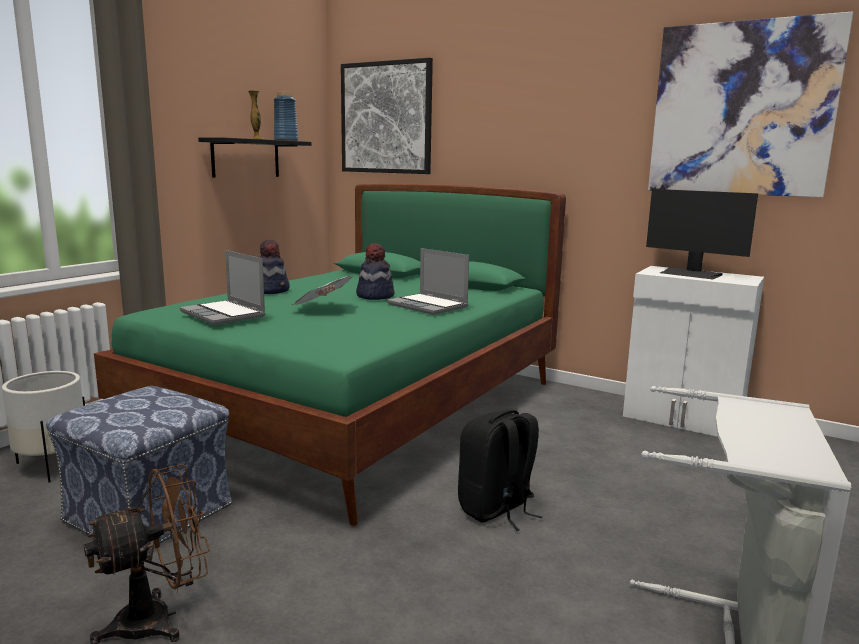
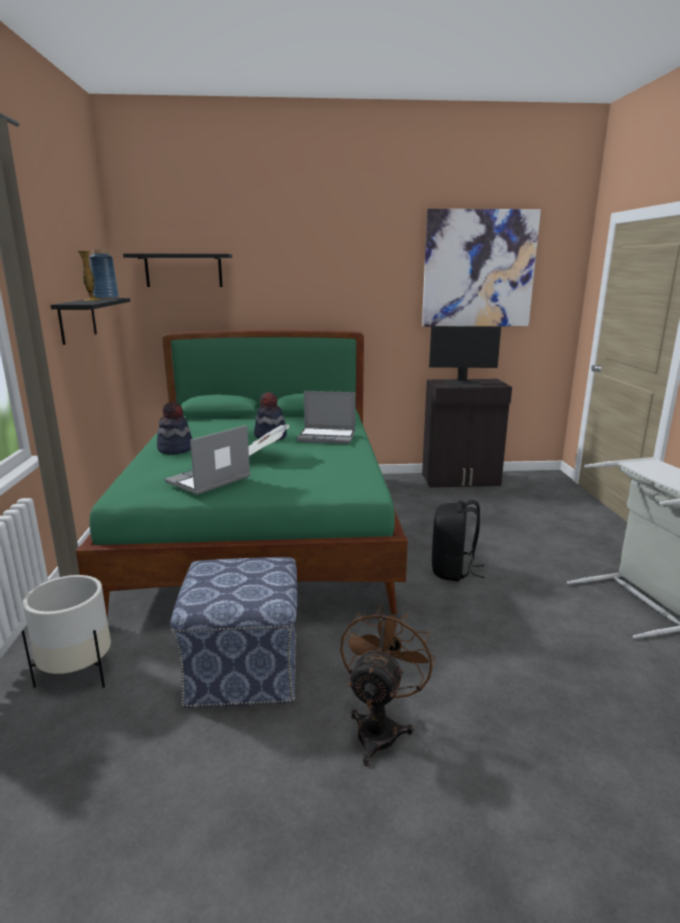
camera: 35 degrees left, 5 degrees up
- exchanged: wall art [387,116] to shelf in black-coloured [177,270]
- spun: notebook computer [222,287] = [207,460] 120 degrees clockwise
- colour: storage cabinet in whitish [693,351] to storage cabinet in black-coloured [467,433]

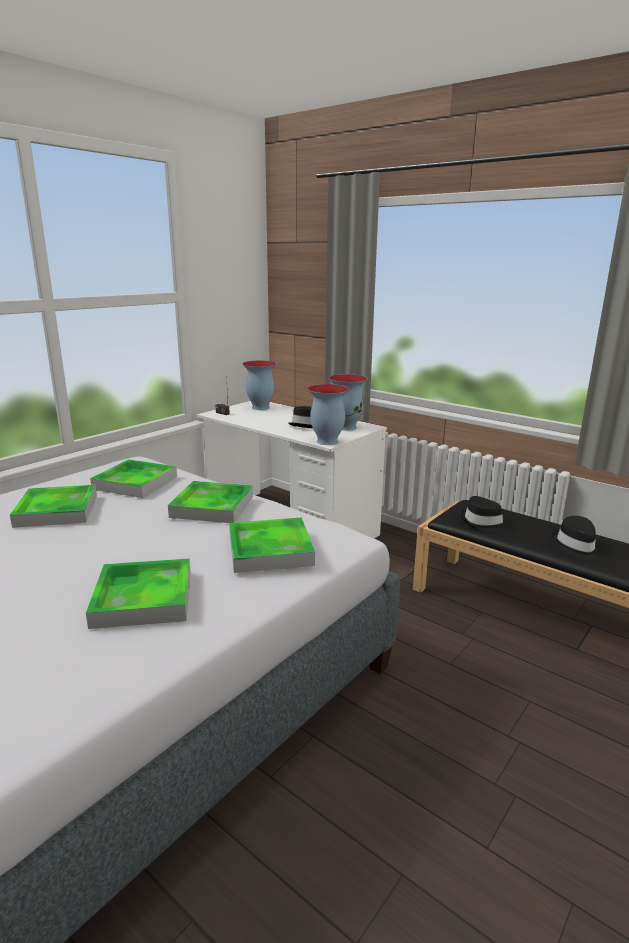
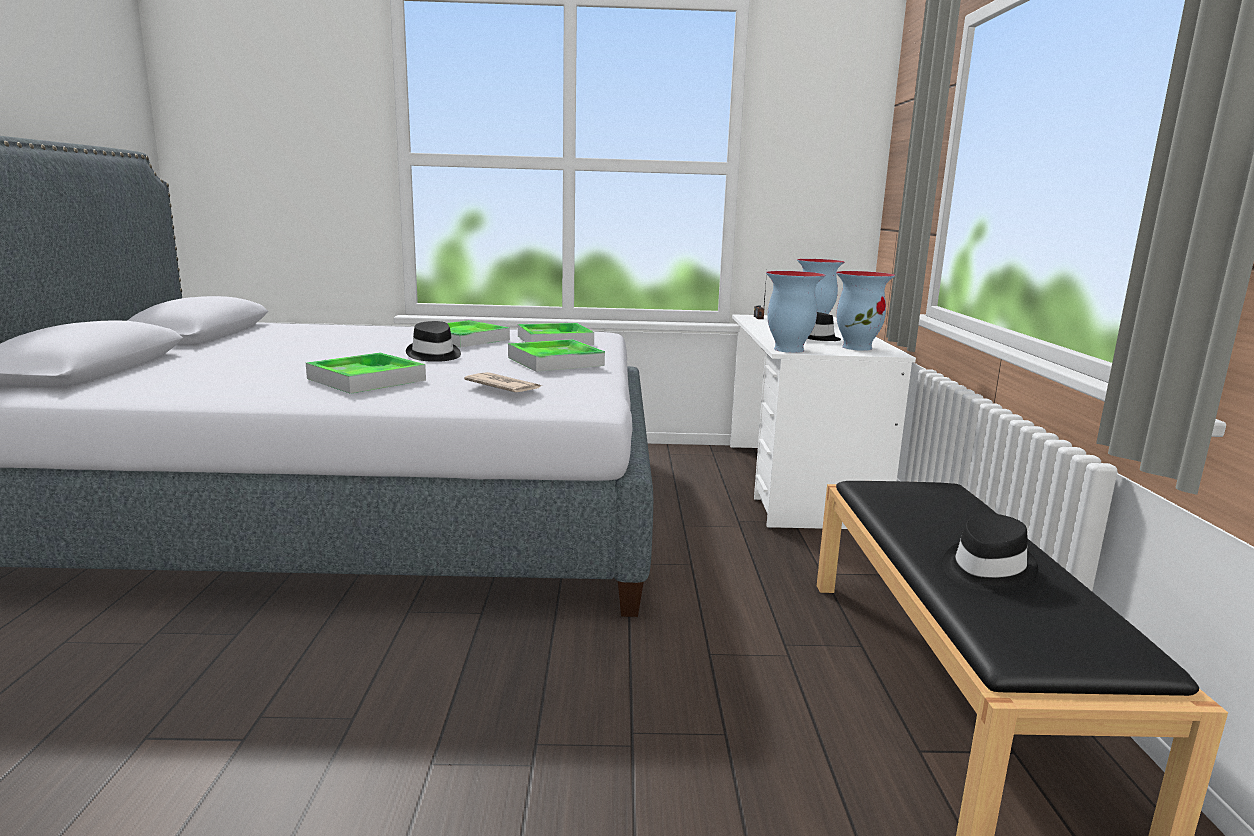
camera: 50 degrees right, 5 degrees down
- relocated: hat in black-coloured [485,514] to [433,341]
- exchanged: serving tray [272,545] to printed paper [502,382]

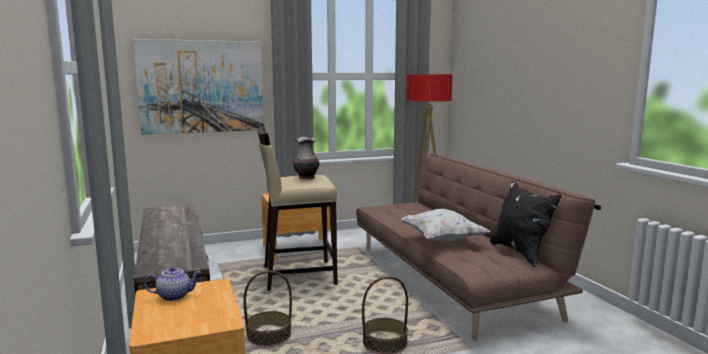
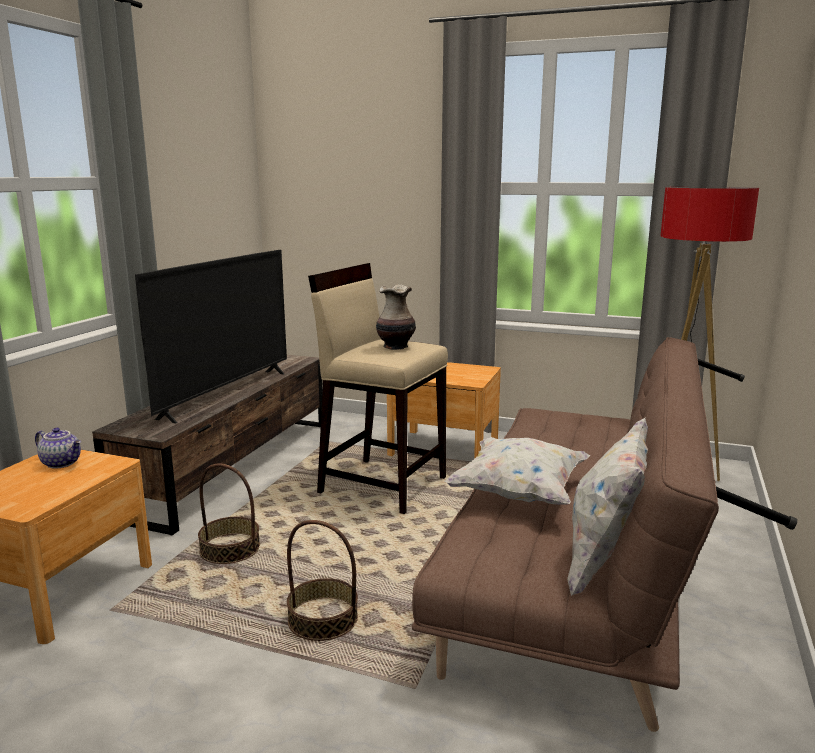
camera: 40 degrees right, 5 degrees up
- appeared: TV set [211,336]
- colour: cushion in black-coloured [526,223] to cushion in whitish [607,507]
- missing: wall art [198,87]

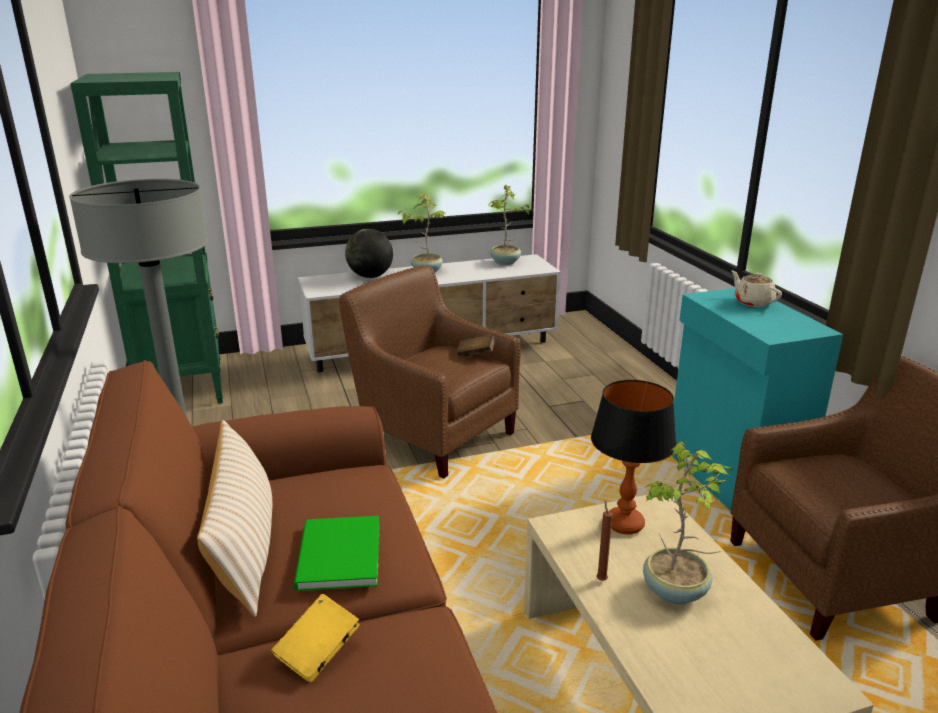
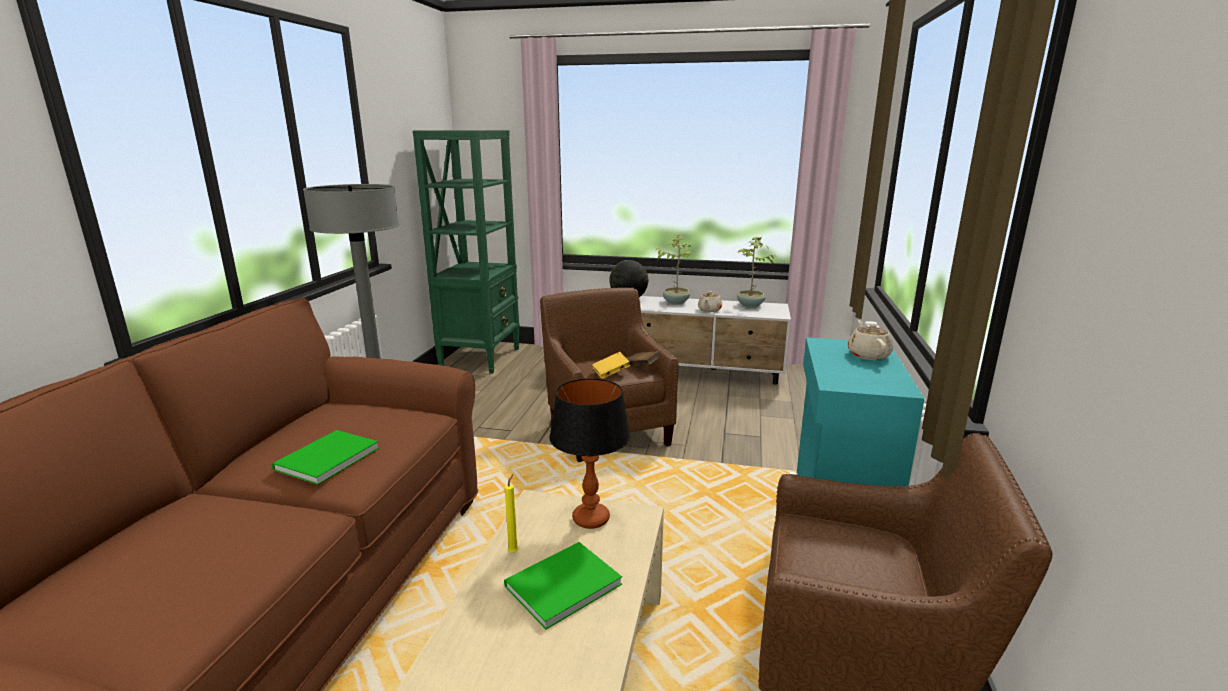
camera: 30 degrees right, 5 degrees down
- exchanged: houseplant [688,522] to book in green-coloured [563,586]
- colour: candle in brownish [604,540] to candle in yellowish [511,513]
- relocated: book in yellowish [315,638] to [611,365]
- appeared: tea pot in beige [710,301]
- missing: cushion in beige [234,518]

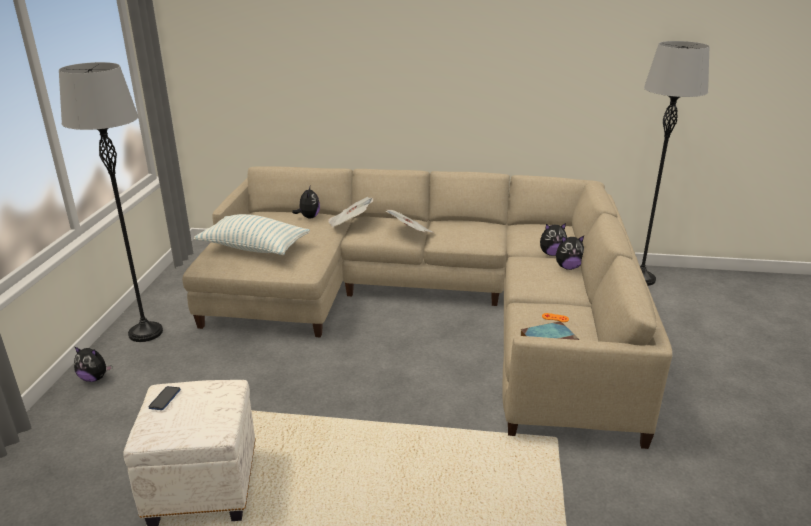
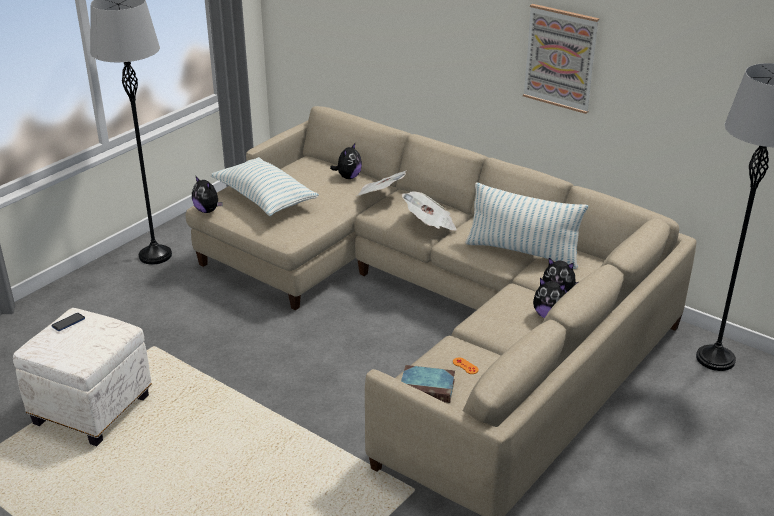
camera: 30 degrees right, 5 degrees up
- relocated: soft toy [93,364] to [207,194]
- appeared: cushion [526,225]
- appeared: wall art [561,59]

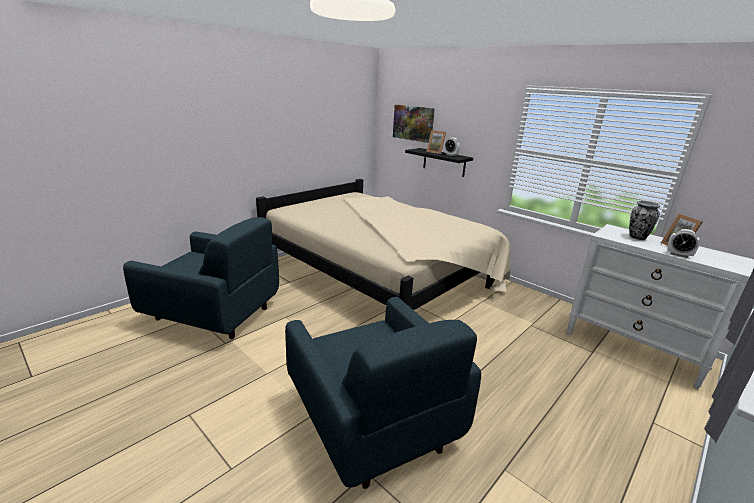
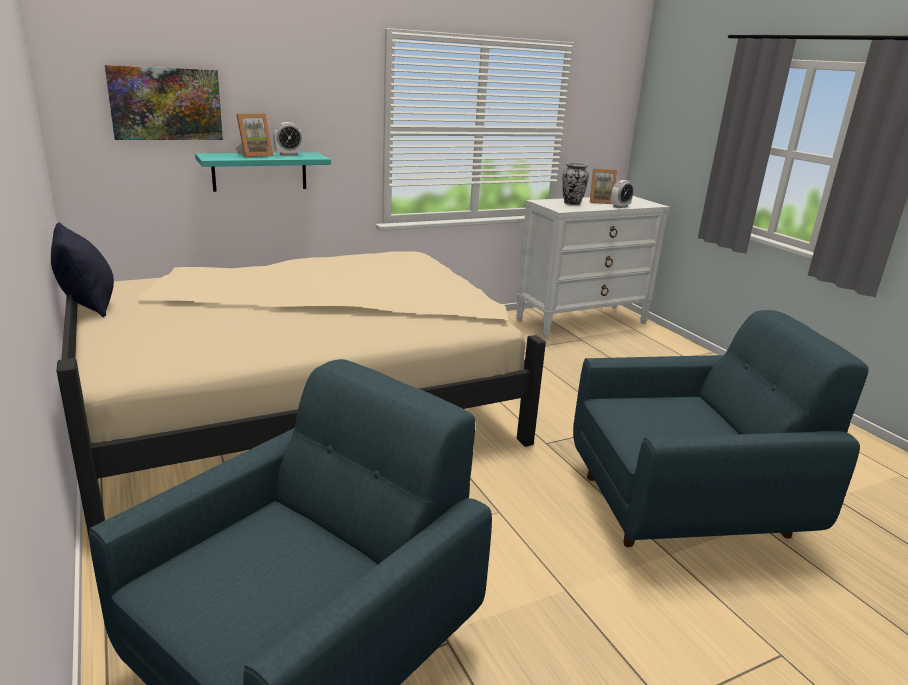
camera: 70 degrees left, 0 degrees up
- appeared: cushion in black-coloured [82,269]
- colour: shelf in black-coloured [439,162] to shelf in turquoise [263,172]

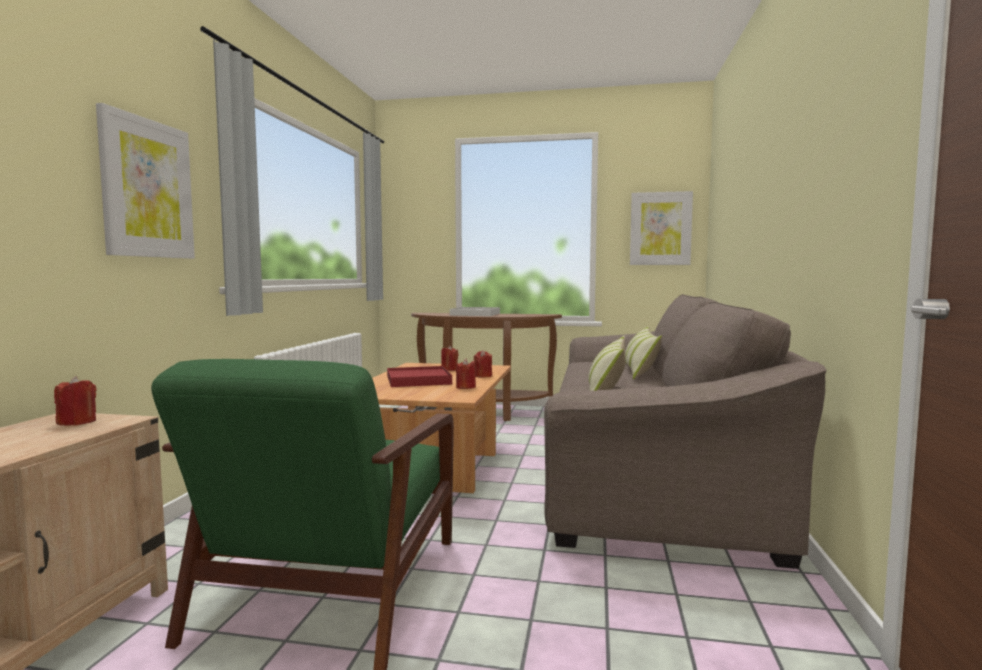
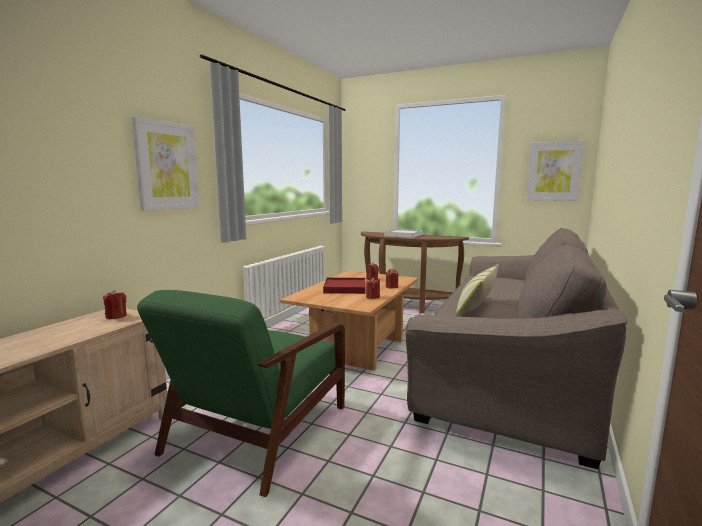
camera: 15 degrees right, 5 degrees up
- missing: cushion [643,353]

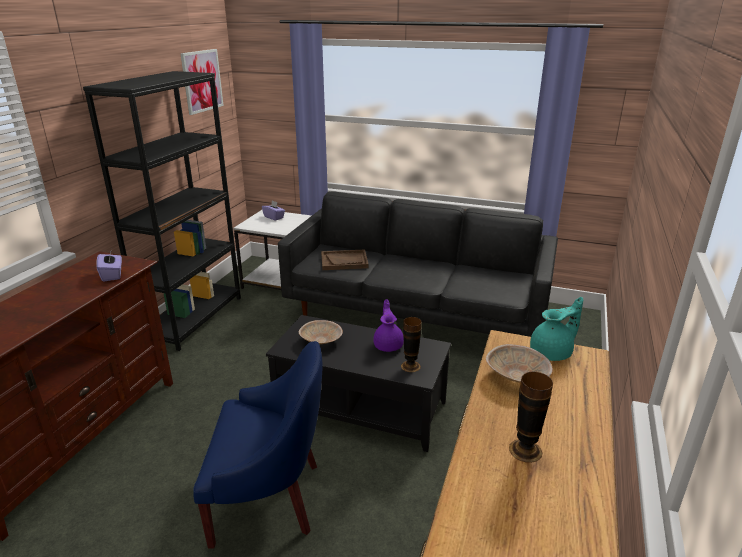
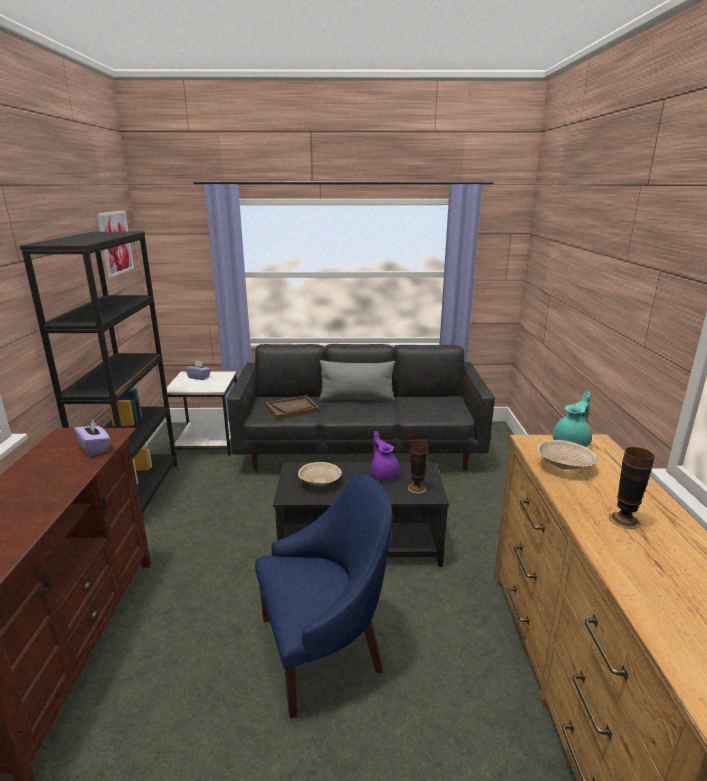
camera: 20 degrees left, 5 degrees down
- appeared: cushion in gray [357,381]

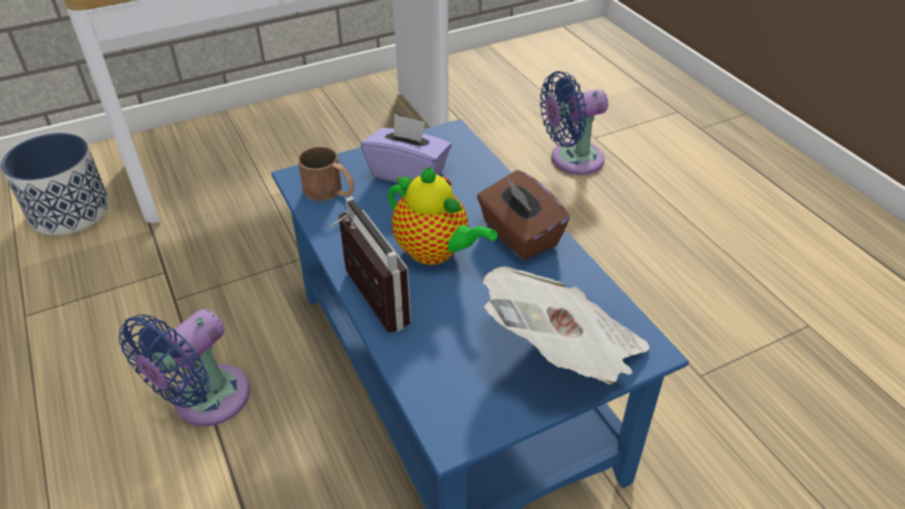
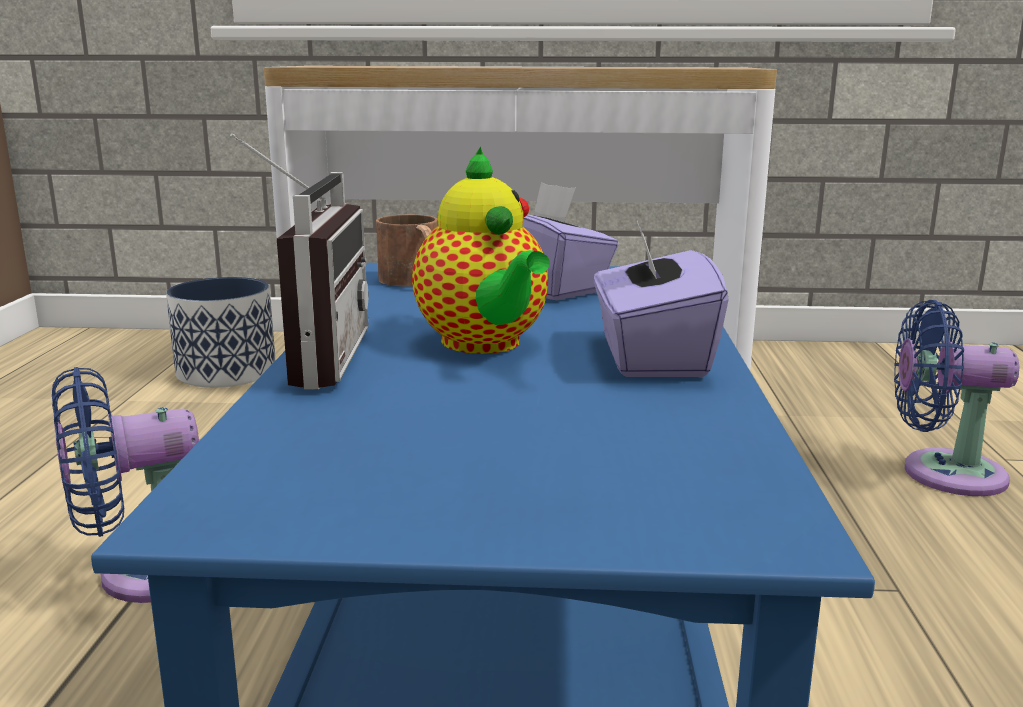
camera: 30 degrees right, 25 degrees down
- colour: tissue holder in brownish [523,215] to tissue holder in purple-coloured [661,299]
- missing: printed paper [566,325]

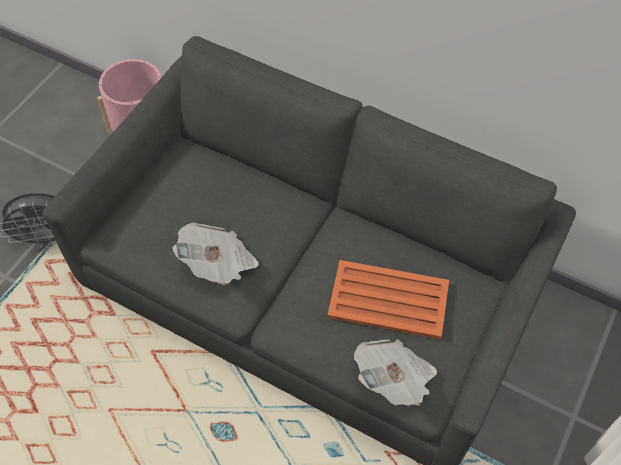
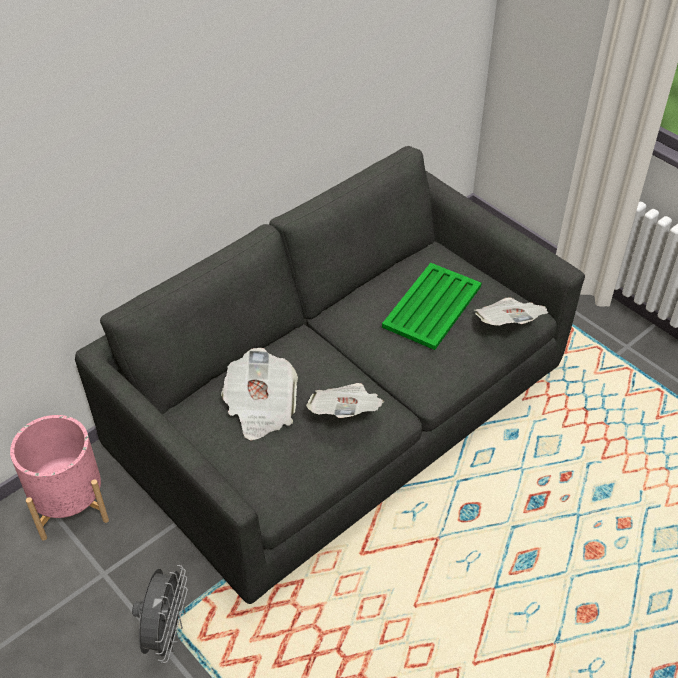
camera: 70 degrees left, 10 degrees down
- appeared: printed paper [259,394]
- colour: serving tray in orange [388,299] to serving tray in green-coloured [432,306]

